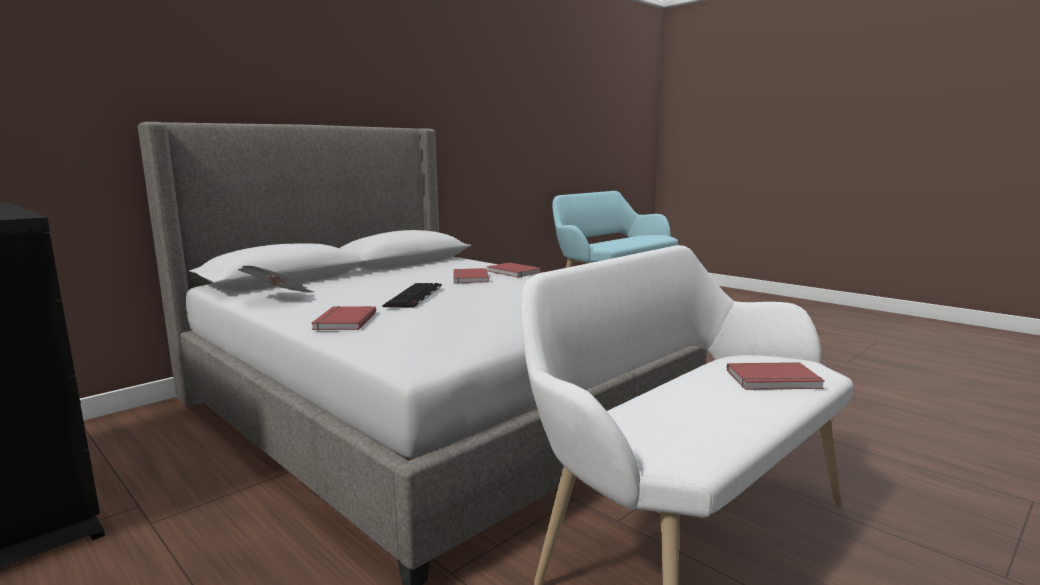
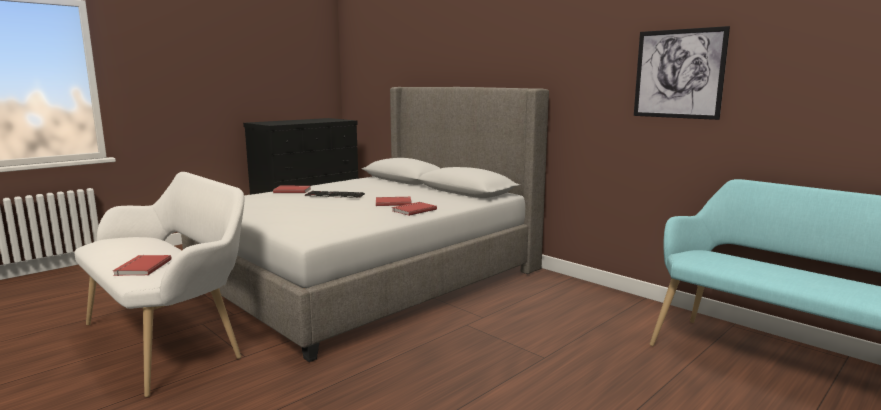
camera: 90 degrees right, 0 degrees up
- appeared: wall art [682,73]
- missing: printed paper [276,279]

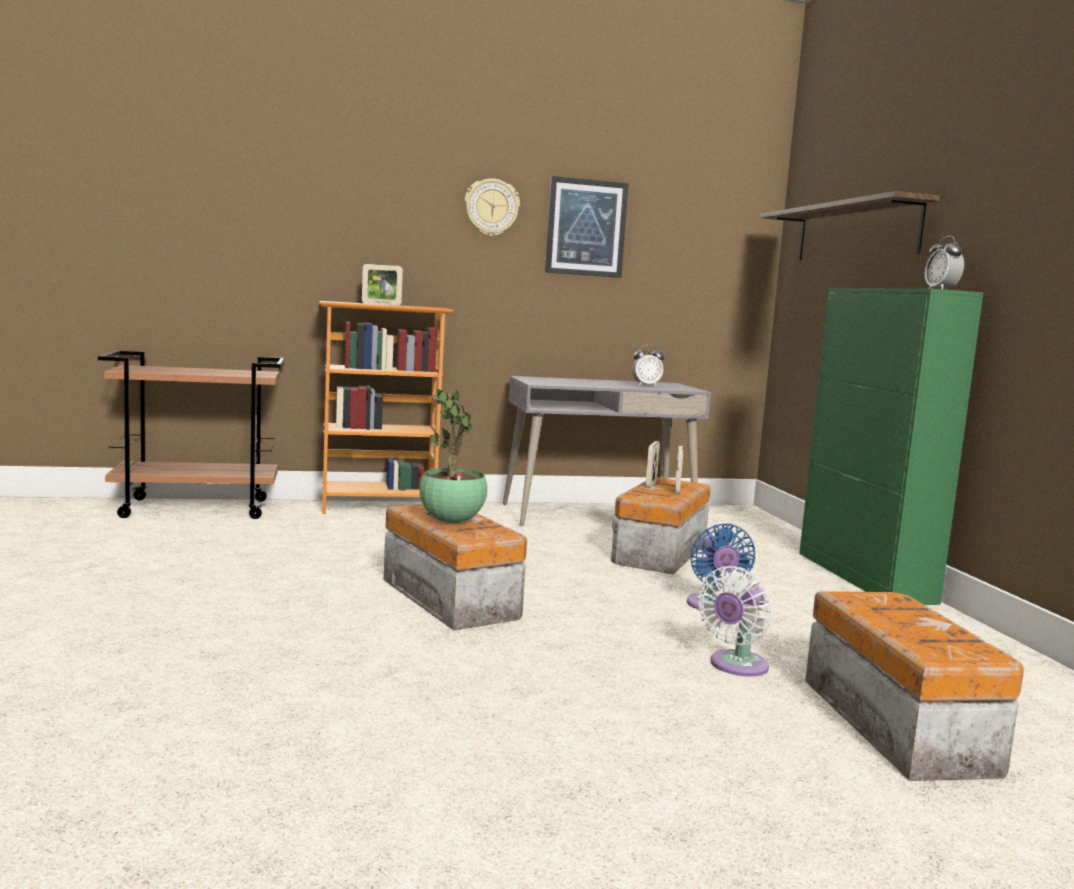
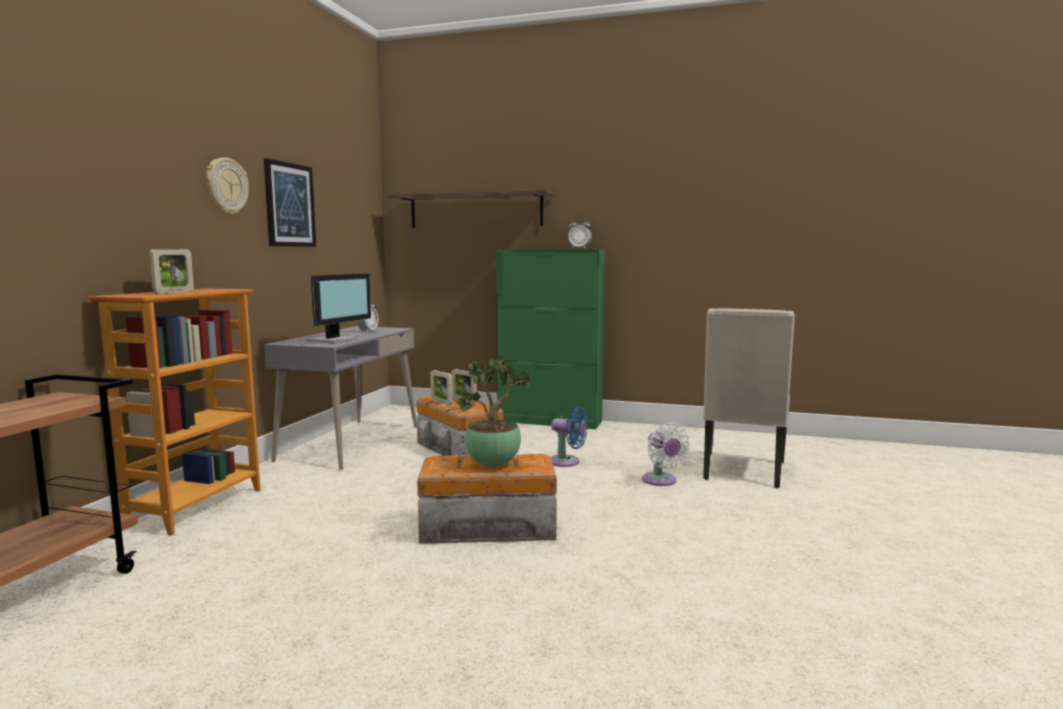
camera: 60 degrees left, 0 degrees up
- appeared: monitor [338,308]
- exchanged: storage container [914,686] to plain chair in beige [749,398]

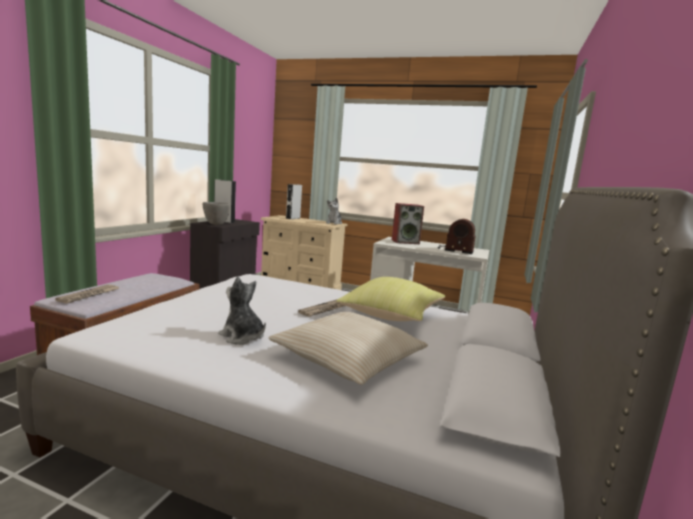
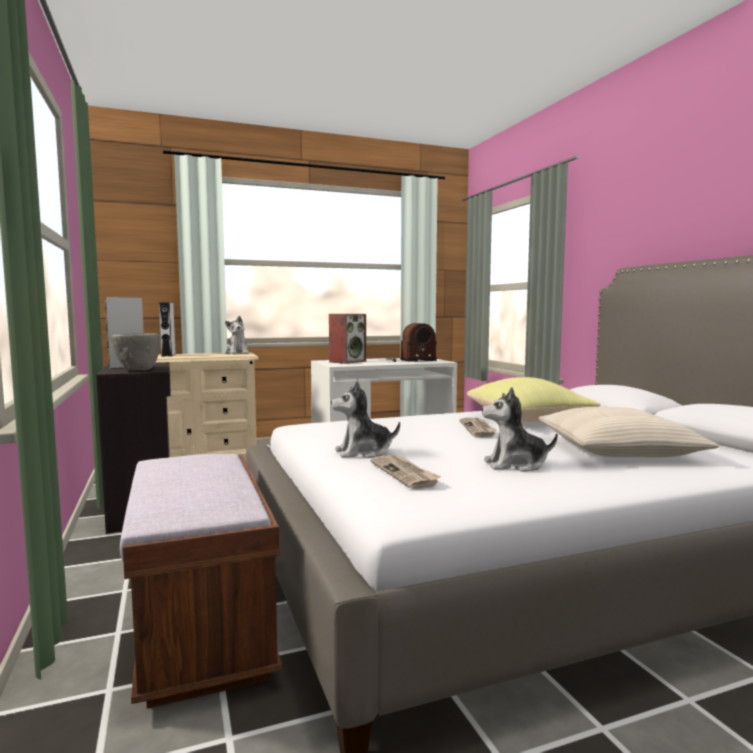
camera: 40 degrees left, 5 degrees down
- appeared: soft toy [365,419]
- relocated: printed paper [87,294] to [405,472]

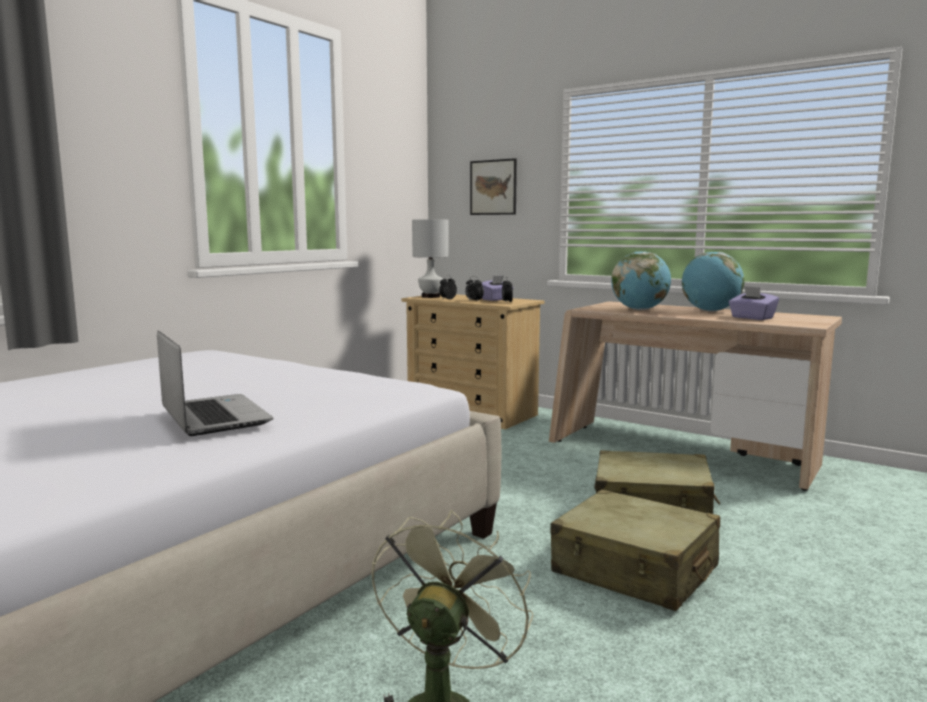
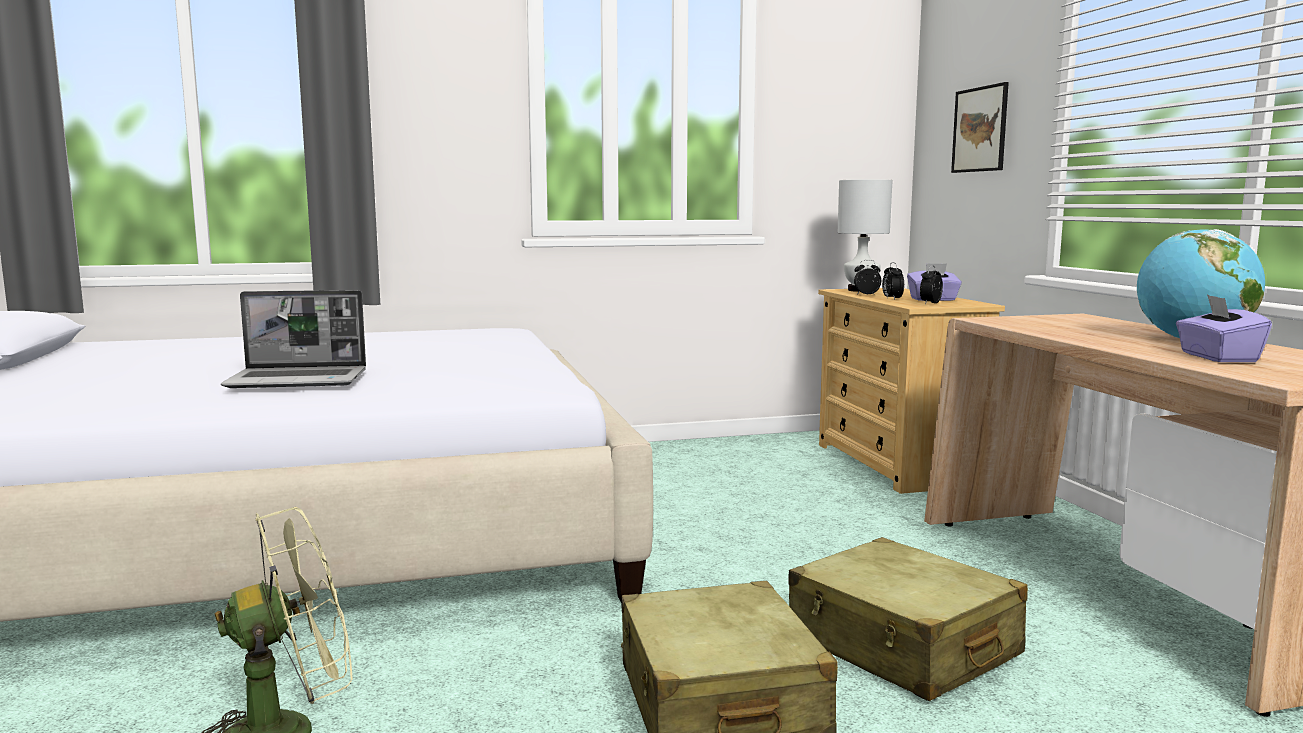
camera: 40 degrees right, 0 degrees up
- spun: notebook computer [215,383] = [293,339] 75 degrees clockwise
- missing: world globe [641,280]

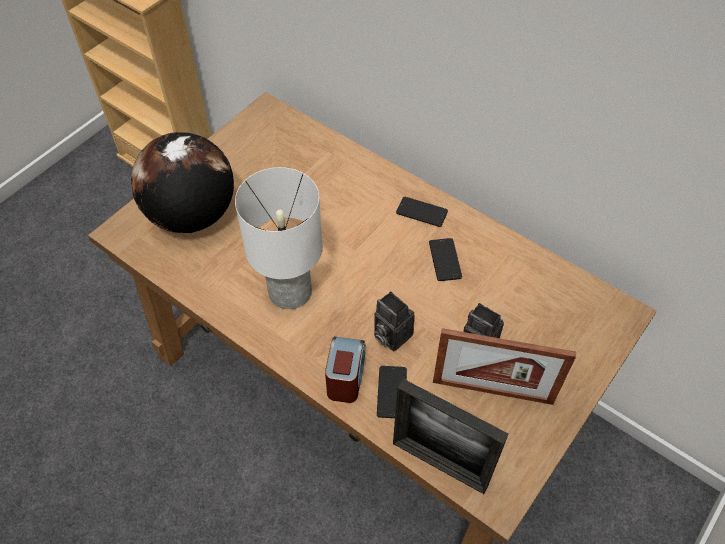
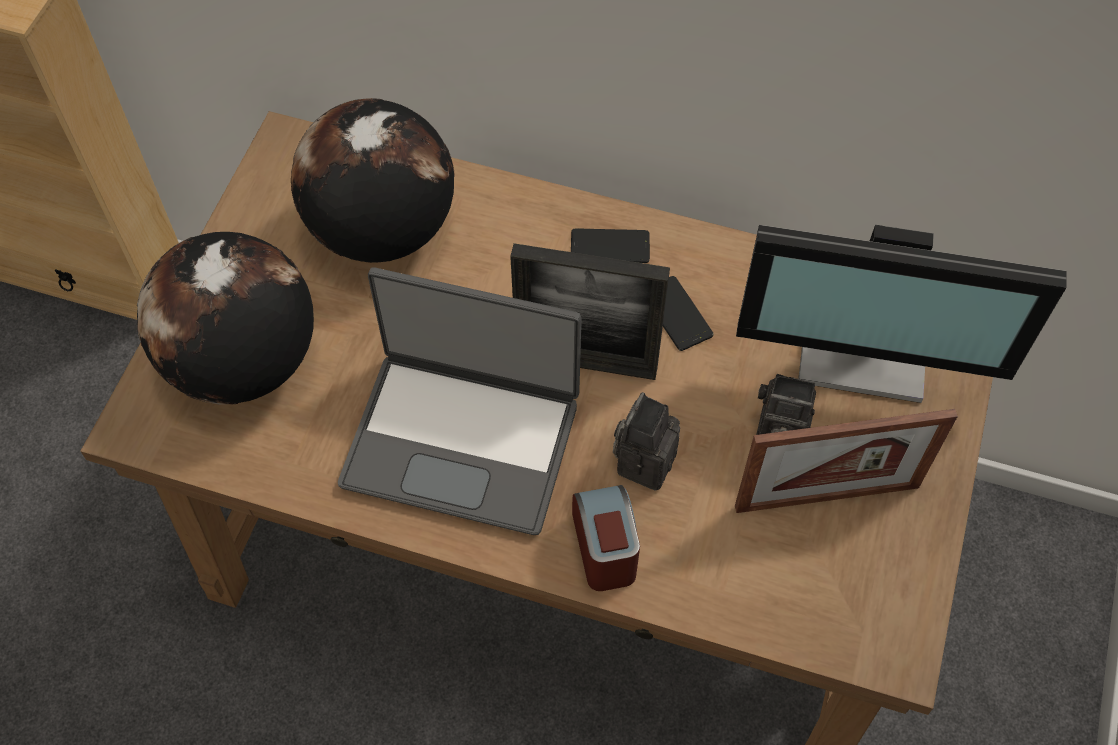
camera: 20 degrees left, 5 degrees up
- appeared: world globe [373,180]
- exchanged: lamp for a table in whitish [279,238] to notebook computer [459,401]
- relocated: photo frame [451,436] to [590,311]
- spun: still camera [394,321] = [646,441] 90 degrees clockwise
- appeared: monitor [901,314]
- missing: phone [392,392]

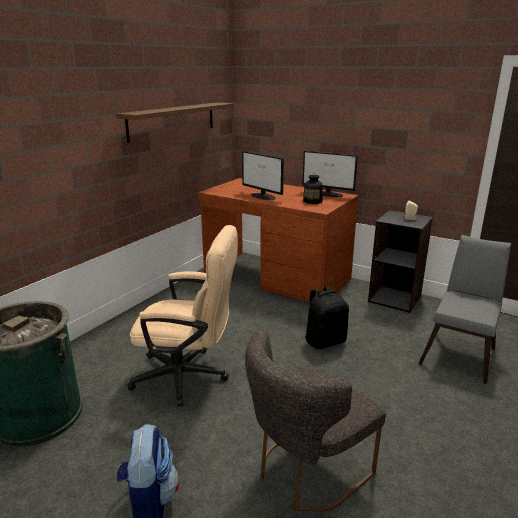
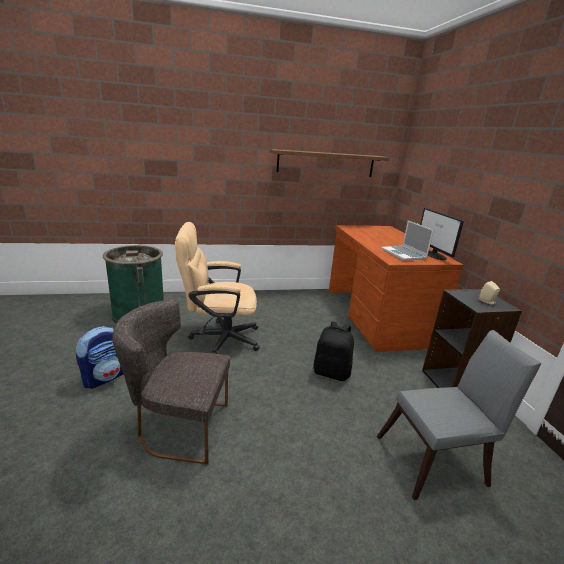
camera: 45 degrees right, 0 degrees up
- spun: desk chair in beige [182,316] = [217,288] 120 degrees clockwise
- exchanged: beverage bottle [313,189] to notebook computer [407,240]
- missing: monitor [263,175]

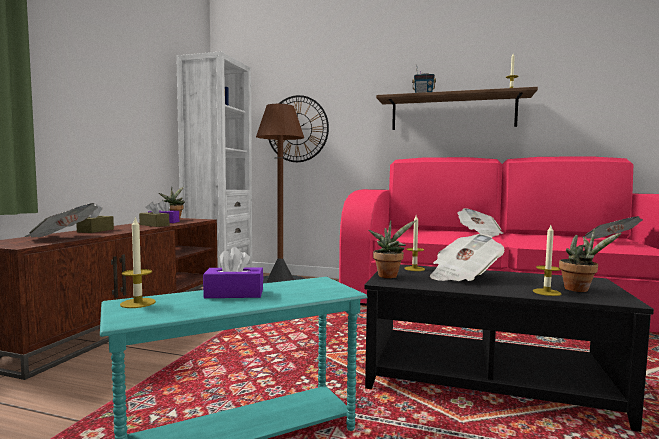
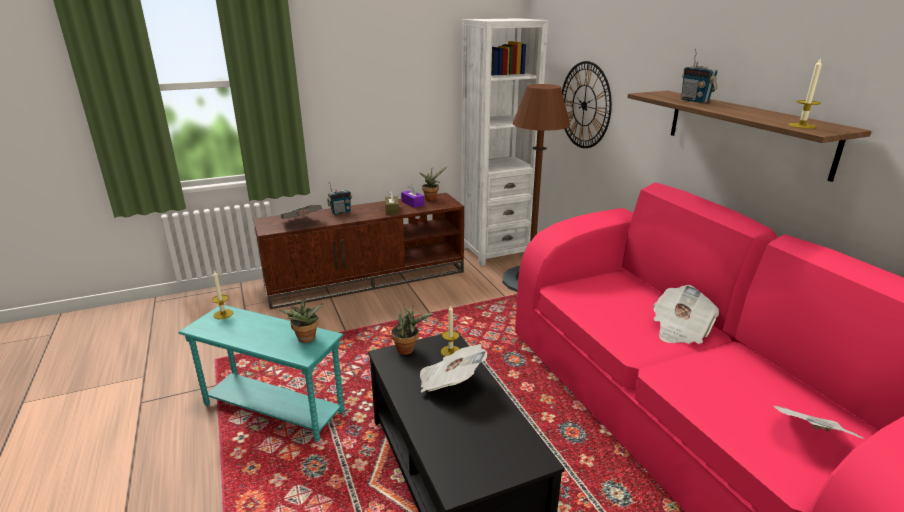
camera: 50 degrees right, 20 degrees up
- relocated: houseplant [590,260] to [301,321]
- exchanged: tissue holder in brownish [95,218] to radio [339,198]
- missing: tissue holder in purple-coloured [233,272]
- missing: candle [547,260]

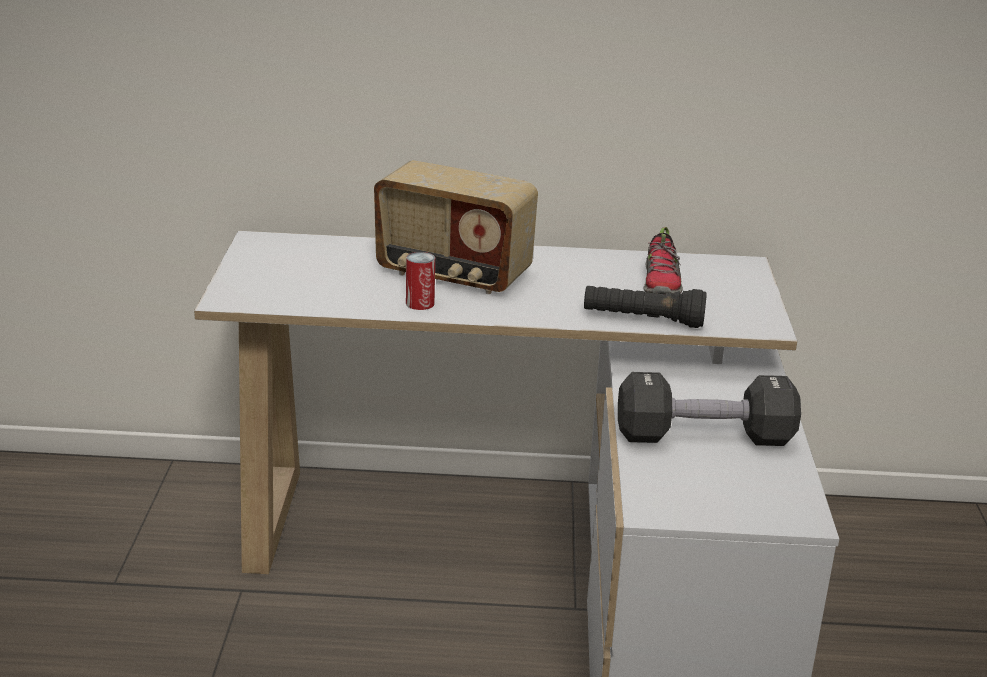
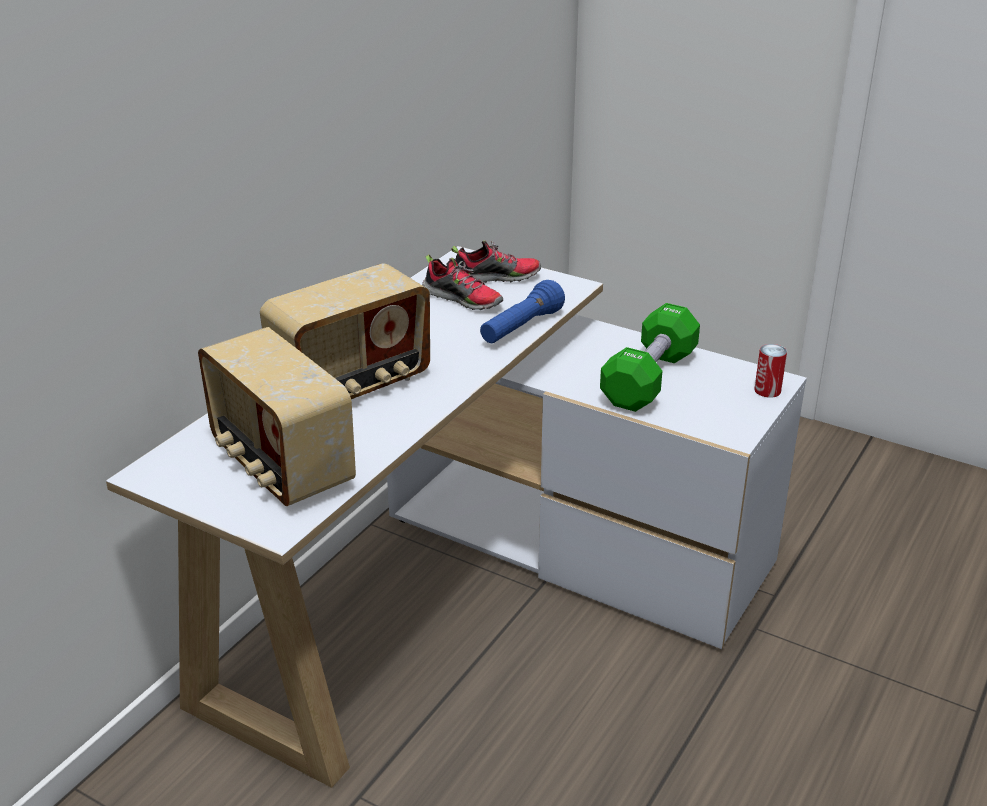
camera: 60 degrees left, 5 degrees up
- appeared: radio [277,416]
- appeared: item of footwear [496,261]
- colour: torch in black-coloured [645,307] to torch in bluish [522,311]
- colour: dumbbell in black-coloured [709,409] to dumbbell in green-coloured [650,357]
- relocated: sealed can [420,281] to [770,371]

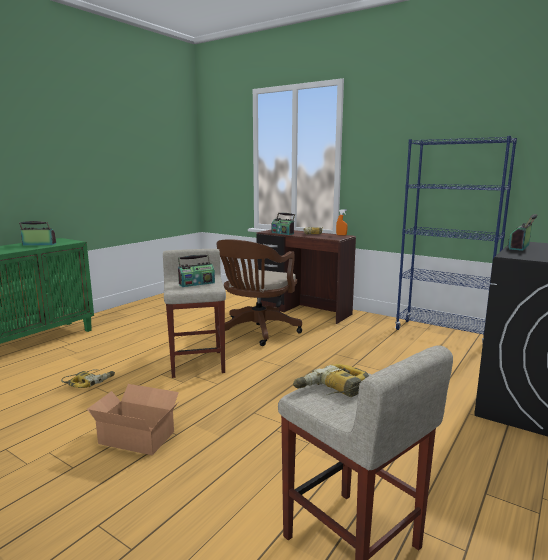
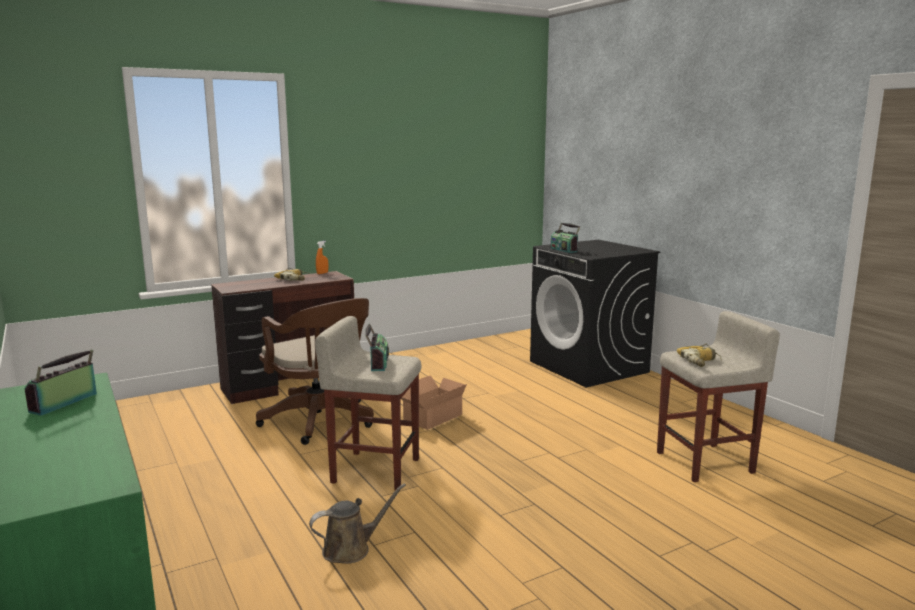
camera: 65 degrees left, 0 degrees up
- exchanged: drill [88,378] to watering can in brownish [357,523]
- relocated: packing box [133,419] to [434,402]
- missing: radio [283,224]
- missing: shelving unit in bluish [456,241]

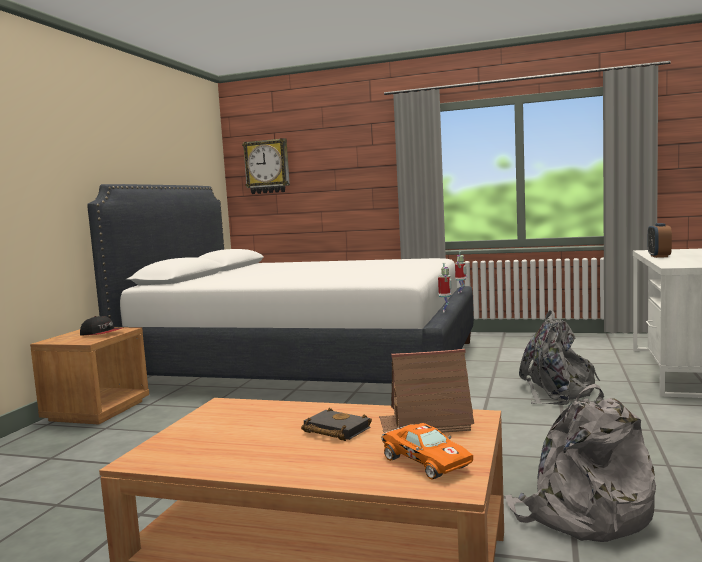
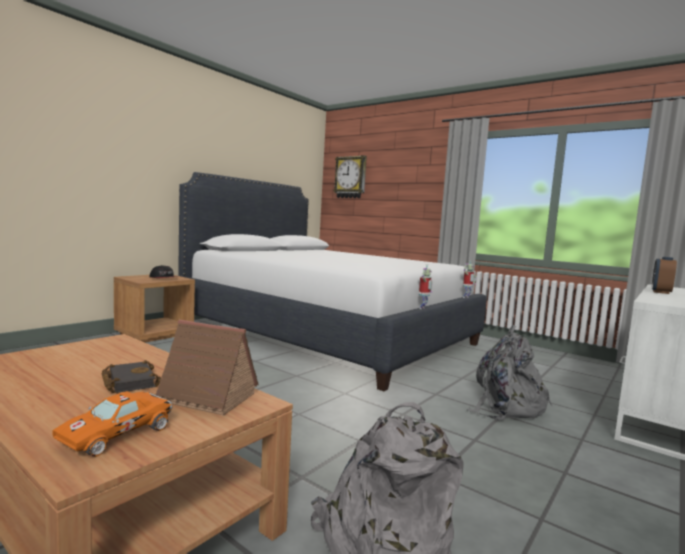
camera: 20 degrees right, 0 degrees up
- spun: model car in orange [427,451] = [112,424] 45 degrees clockwise

